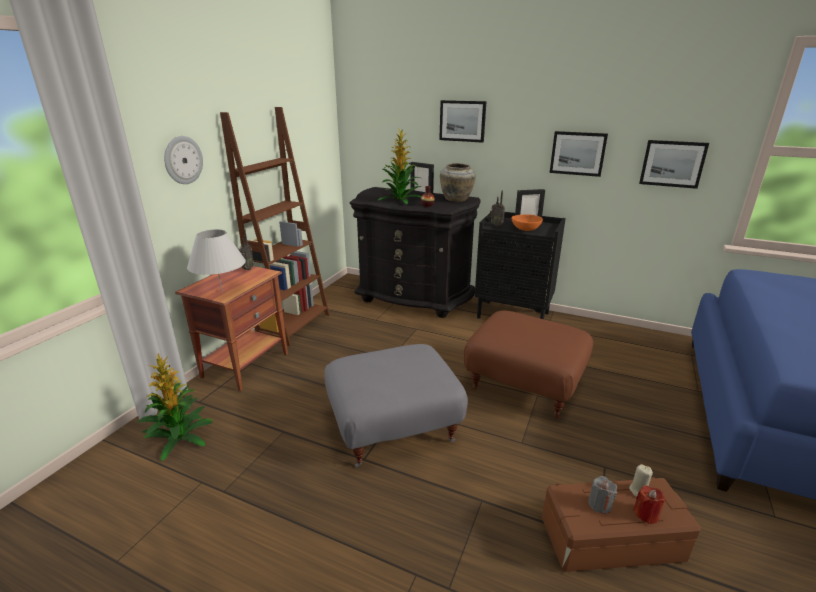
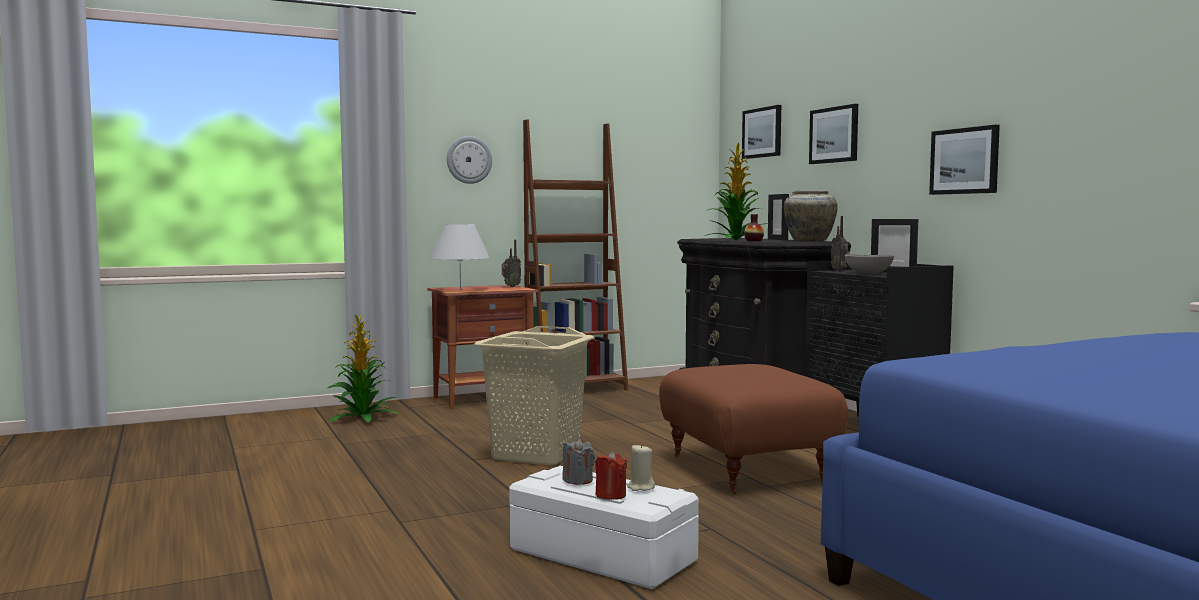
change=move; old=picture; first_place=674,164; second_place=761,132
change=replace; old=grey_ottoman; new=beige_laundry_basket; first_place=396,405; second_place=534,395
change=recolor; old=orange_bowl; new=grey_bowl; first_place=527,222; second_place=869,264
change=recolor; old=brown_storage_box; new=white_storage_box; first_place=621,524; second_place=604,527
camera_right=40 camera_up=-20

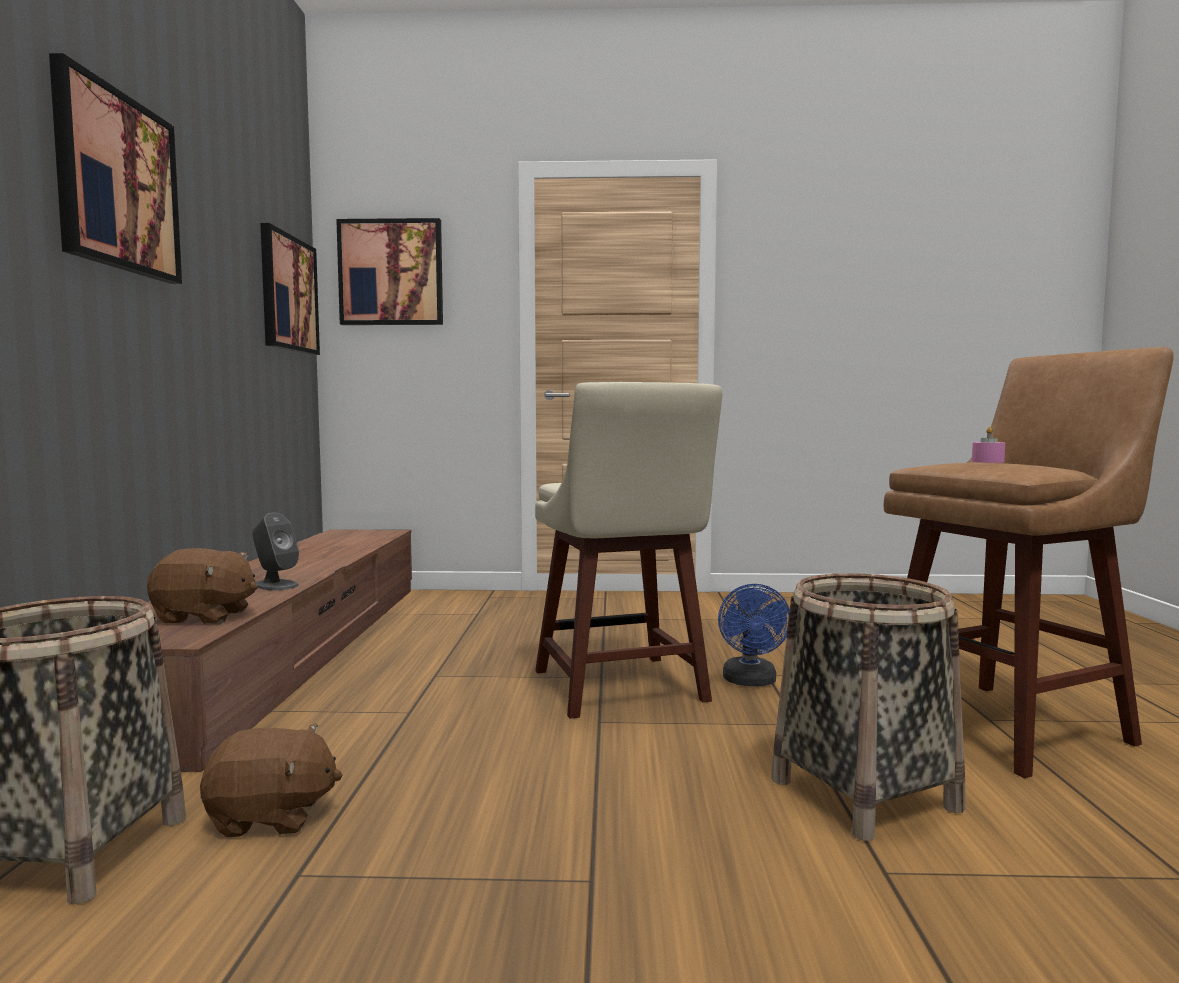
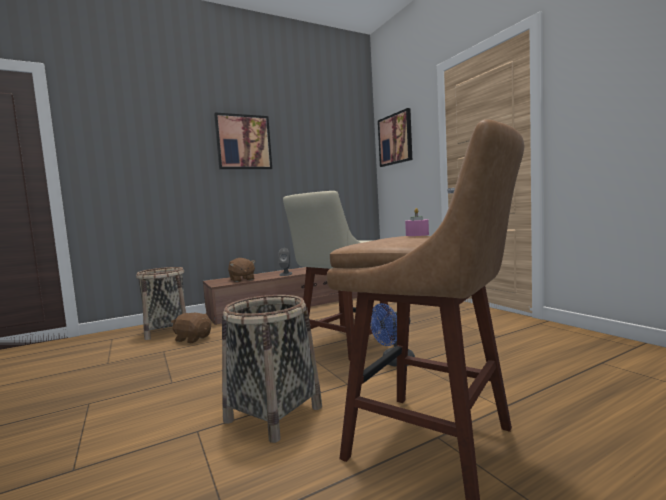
change=delete; old=picture; first_place=290,289
change=rotate; old=brown_plush_toy; first_place=271,780; second_place=191,328; degrees=150
camera_right=60 camera_up=0

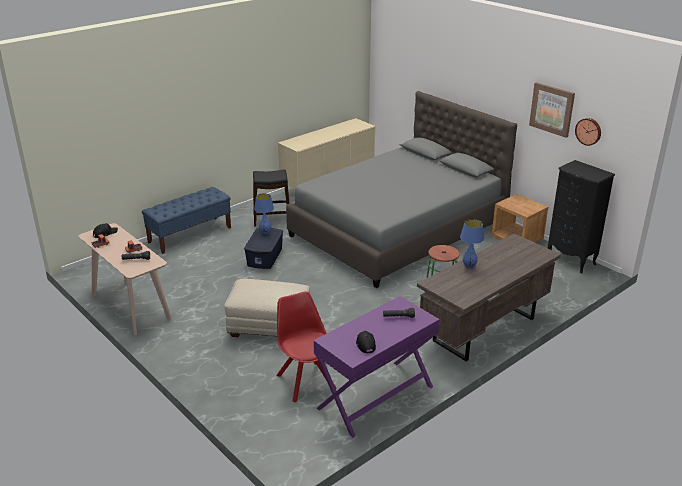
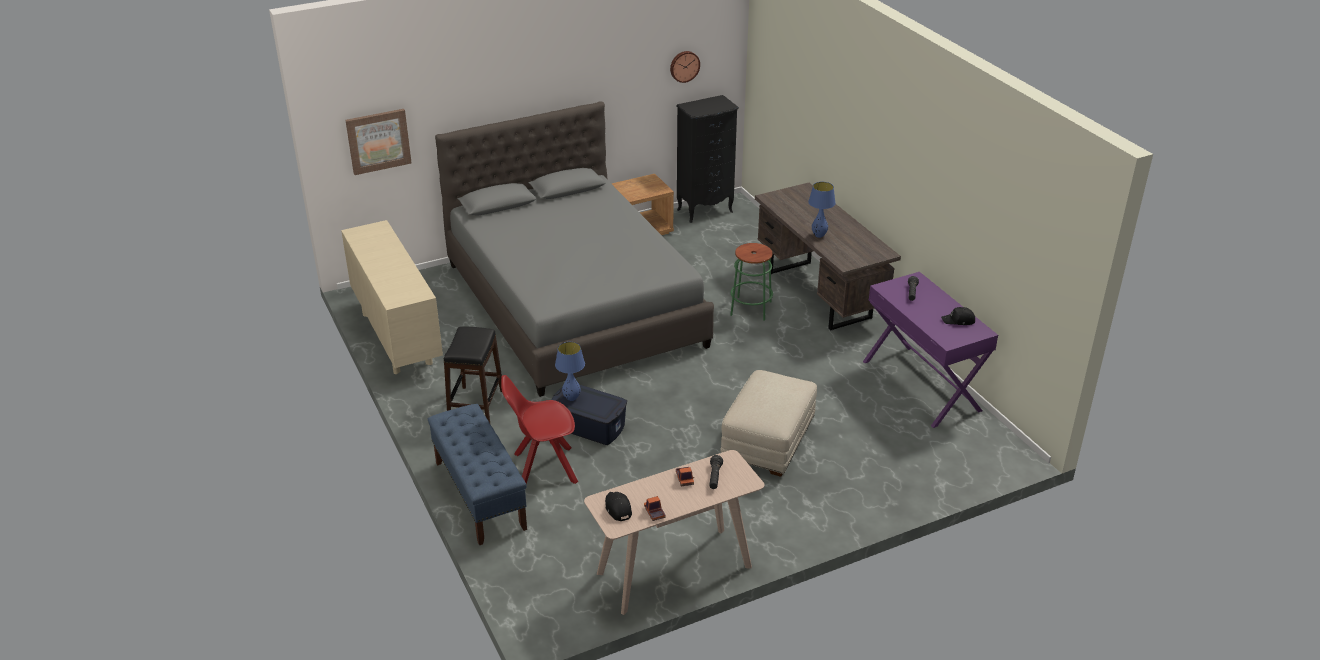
change=move; old=red_chair; first_place=306,347; second_place=539,429
change=move; old=picture; first_place=552,110; second_place=378,142
camera_right=-75 camera_up=5

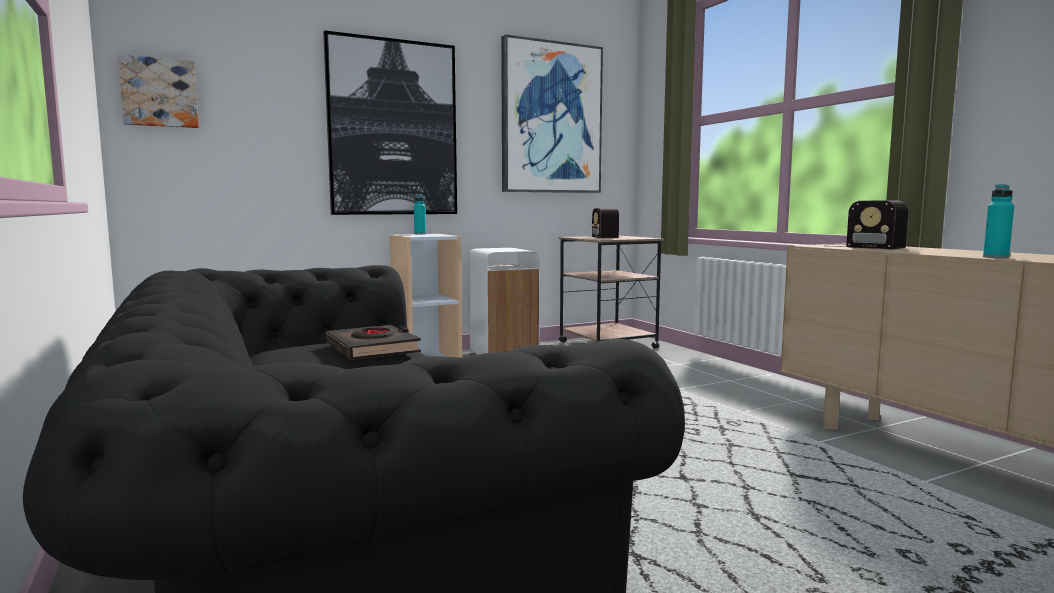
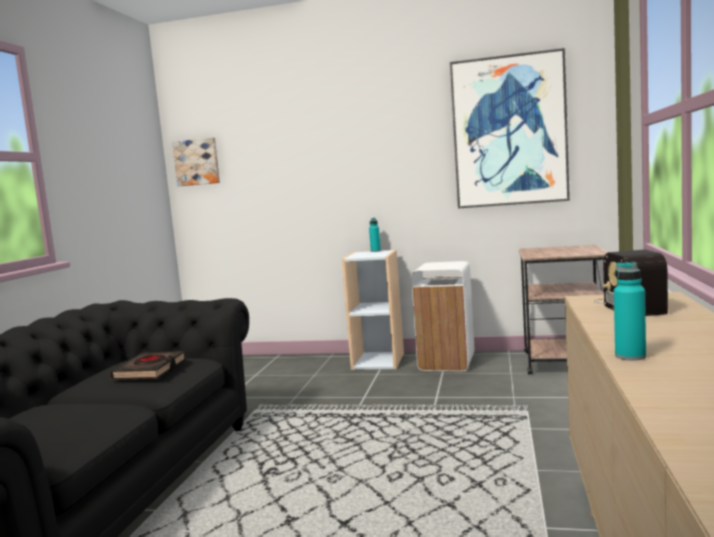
change=delete; old=picture; first_place=390,122
change=delete; old=radio; first_place=605,223
camera_right=40 camera_up=0

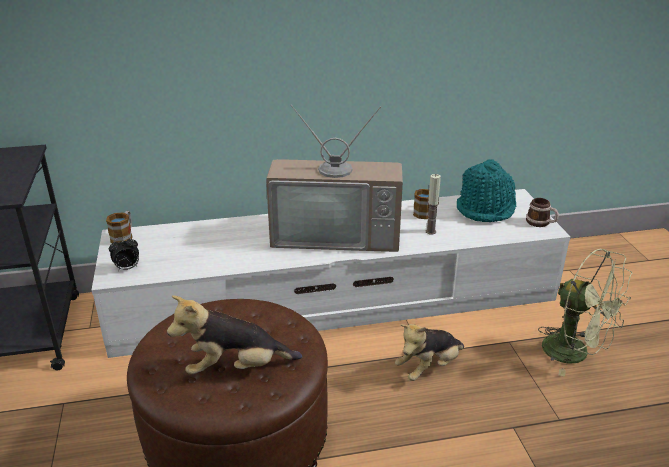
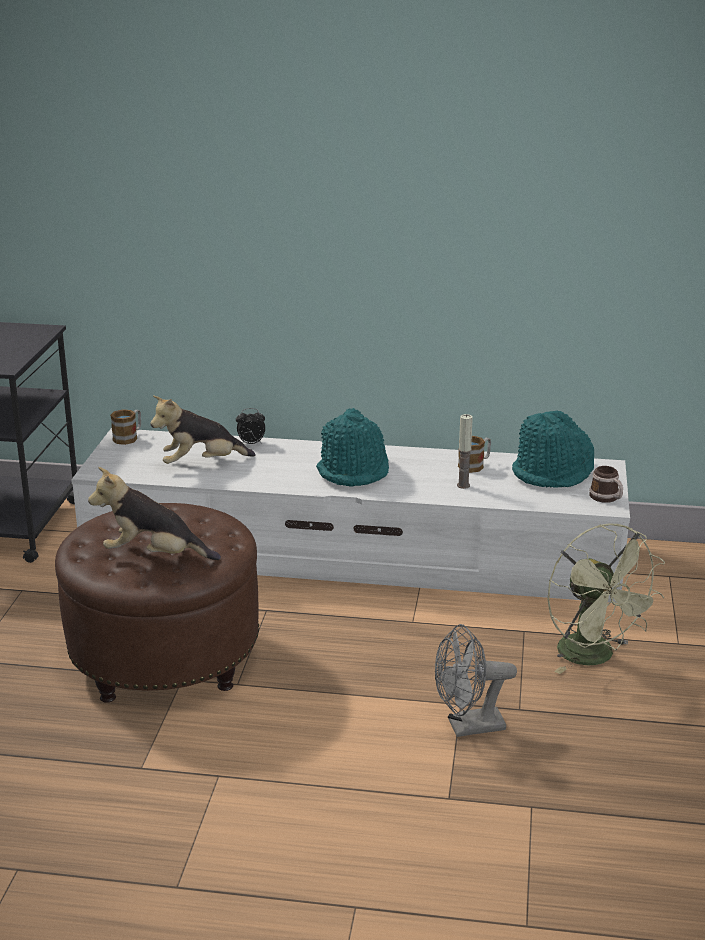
change=insert; new=grey_fan; second_place=476,680
change=move; old=alarm_clock; first_place=124,253; second_place=250,426
change=move; old=plush_toy; first_place=429,352; second_place=202,430
change=replace; old=television; new=turquoise_hat; first_place=334,178; second_place=352,447
camera_right=20 camera_up=-5

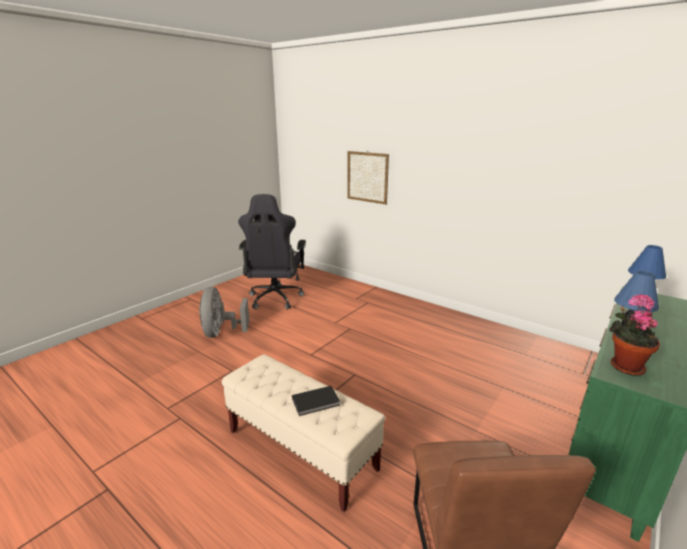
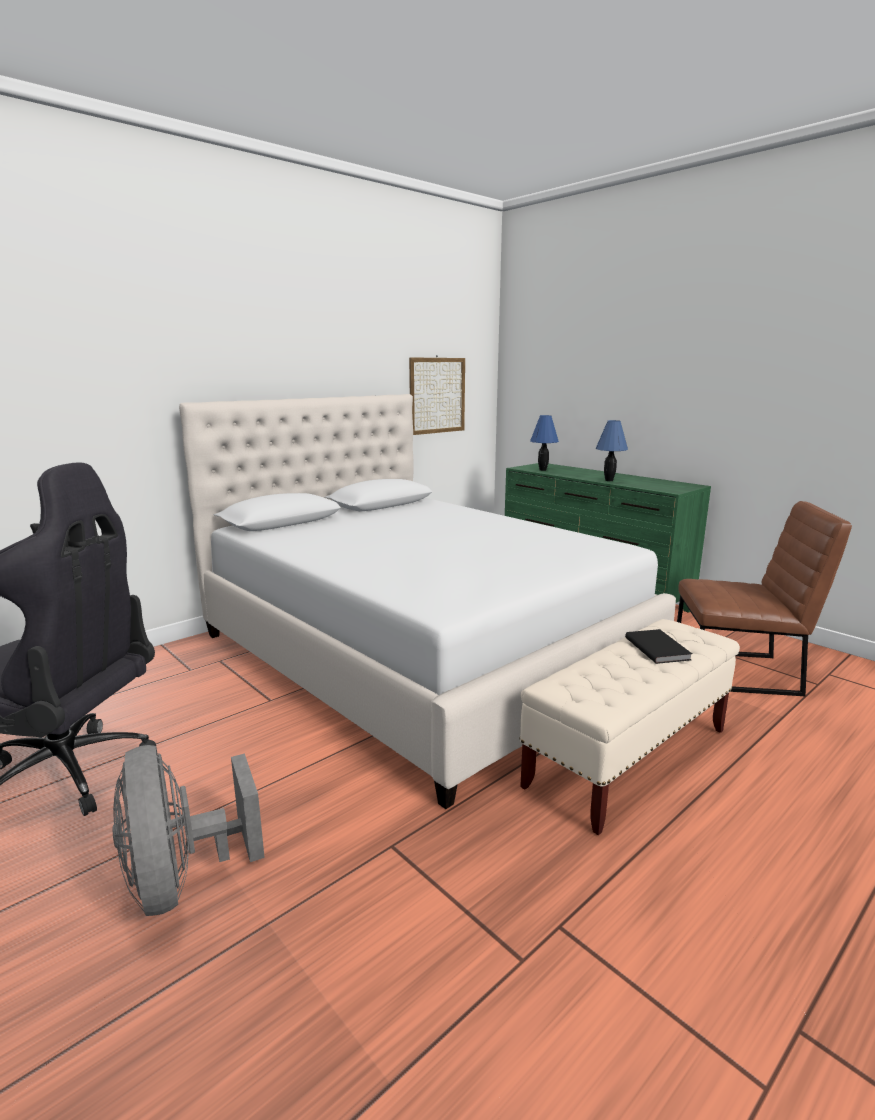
change=delete; old=potted_plant; first_place=634,334
change=insert; new=white_bed; second_place=427,601
change=move; old=picture; first_place=368,178; second_place=437,395
change=rotate; old=grey_fan; first_place=224,312; second_place=188,830; degrees=60
camera_right=-80 camera_up=-5

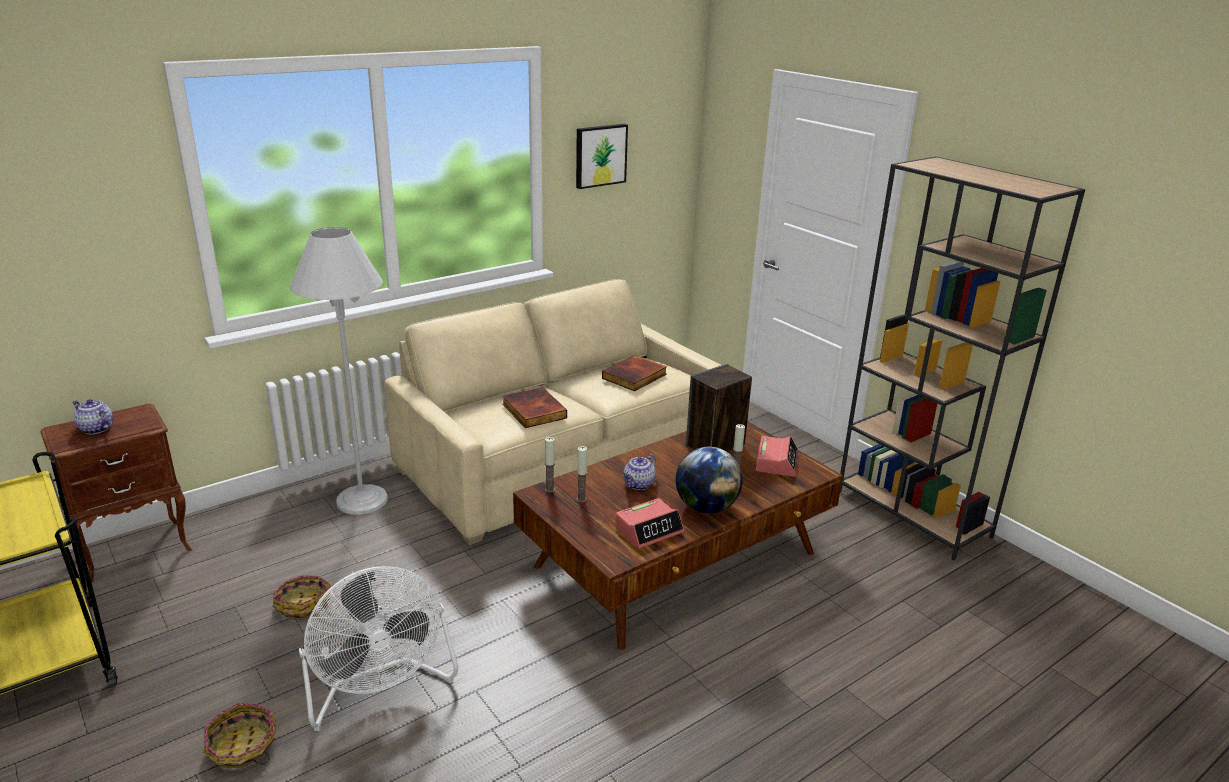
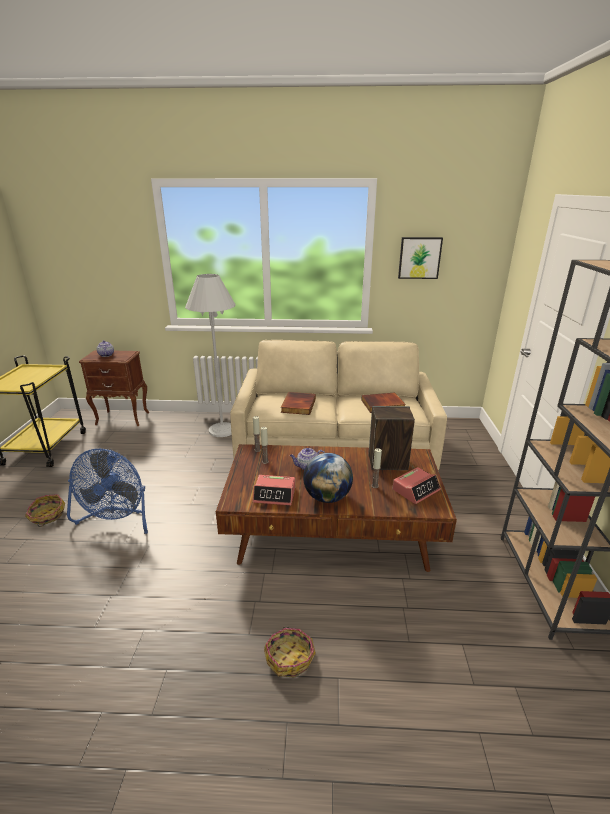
change=move; old=basket; first_place=302,597; second_place=290,651
change=recolor; old=white_fan; new=blue_fan; first_place=378,648; second_place=107,491
camera_right=40 camera_up=0

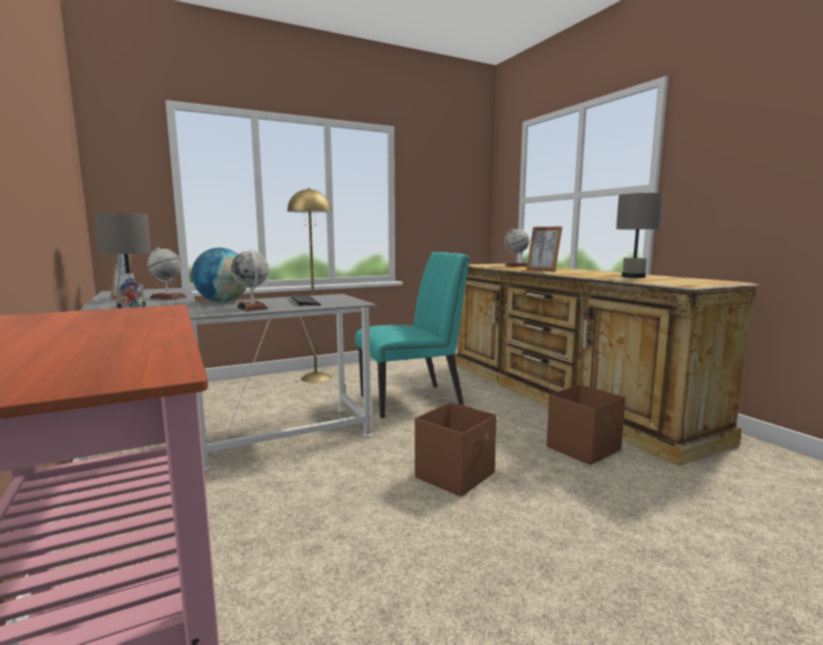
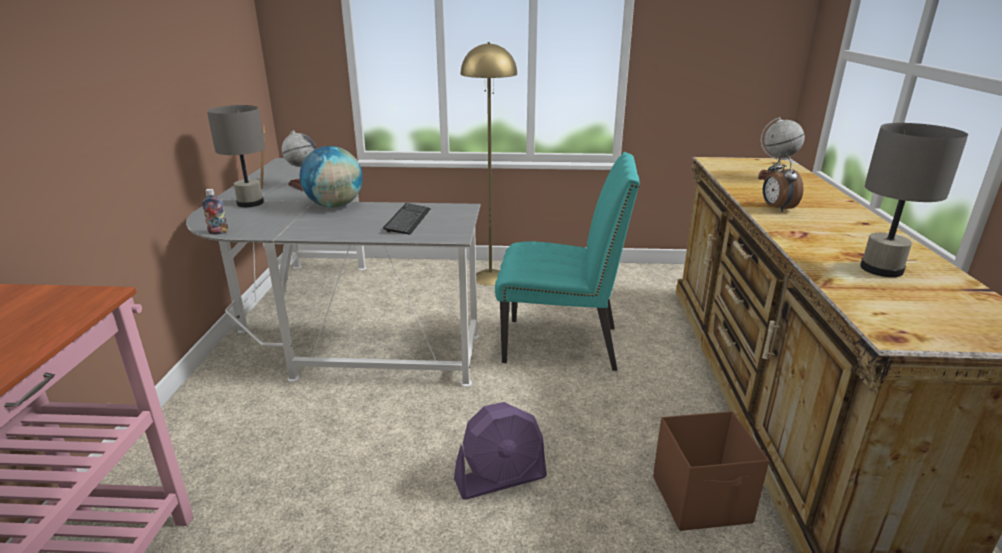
change=delete; old=globe; first_place=250,280
change=replace; old=brown_storage_box; new=purple_fan; first_place=456,449; second_place=500,451
change=replace; old=picture_frame; new=alarm_clock; first_place=544,249; second_place=783,184
camera_right=30 camera_up=15

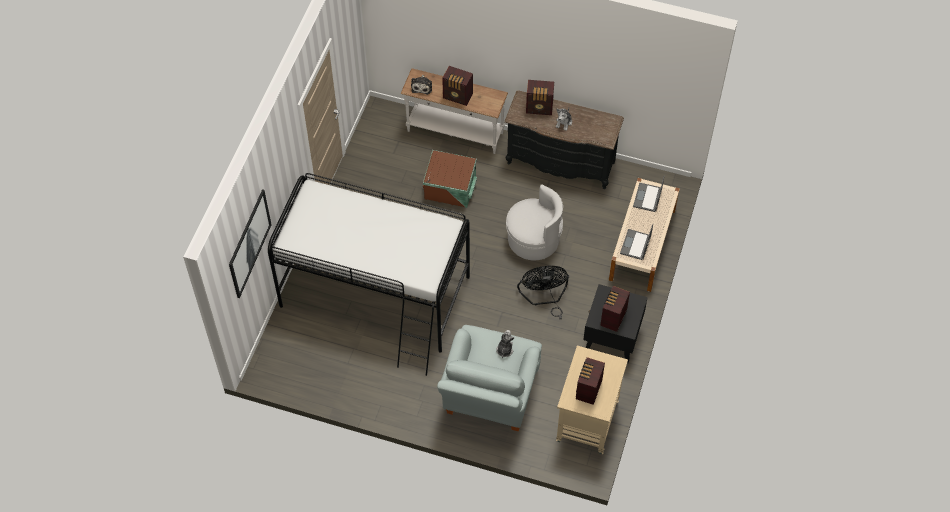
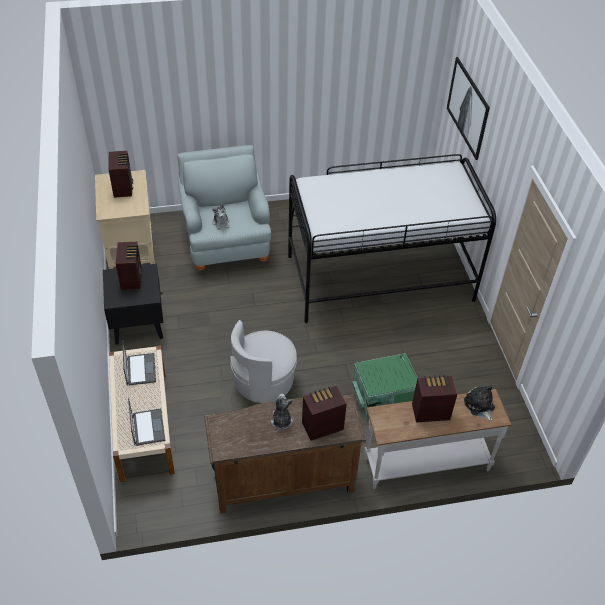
change=delete; old=black_fan; first_place=543,292
change=recolor; old=brown_storage_box; new=green_storage_box; first_place=450,179; second_place=385,386
camera_right=150 camera_up=-10

